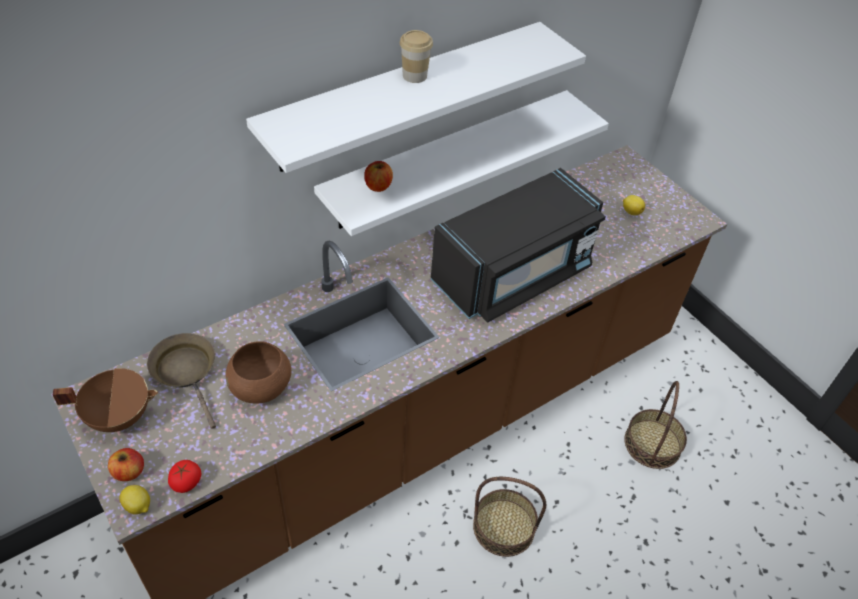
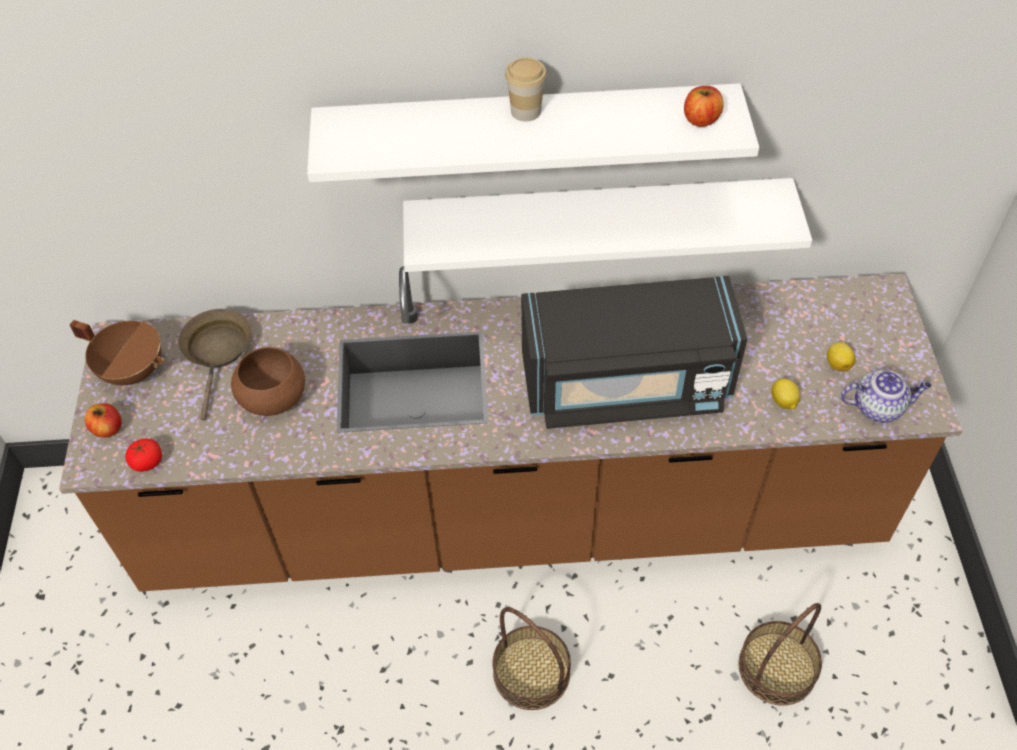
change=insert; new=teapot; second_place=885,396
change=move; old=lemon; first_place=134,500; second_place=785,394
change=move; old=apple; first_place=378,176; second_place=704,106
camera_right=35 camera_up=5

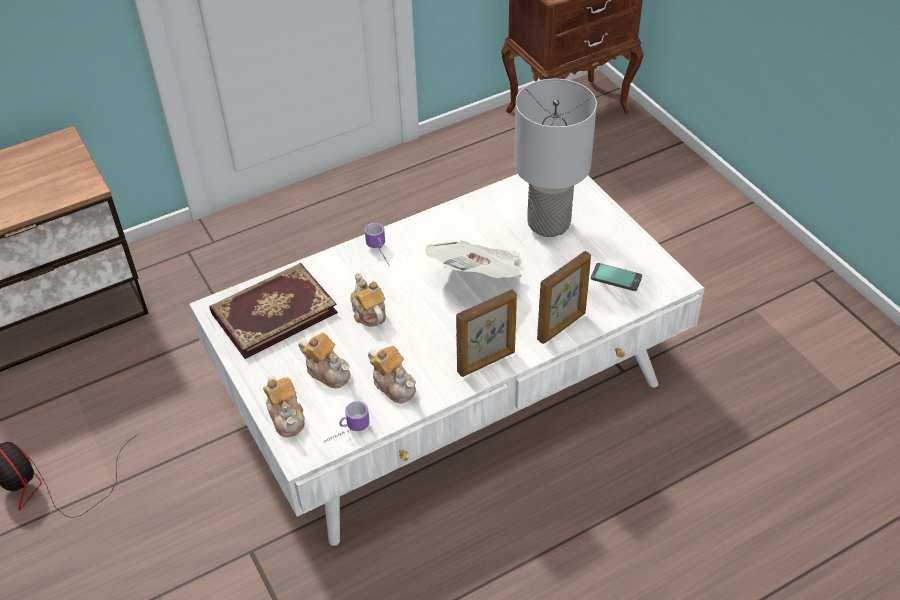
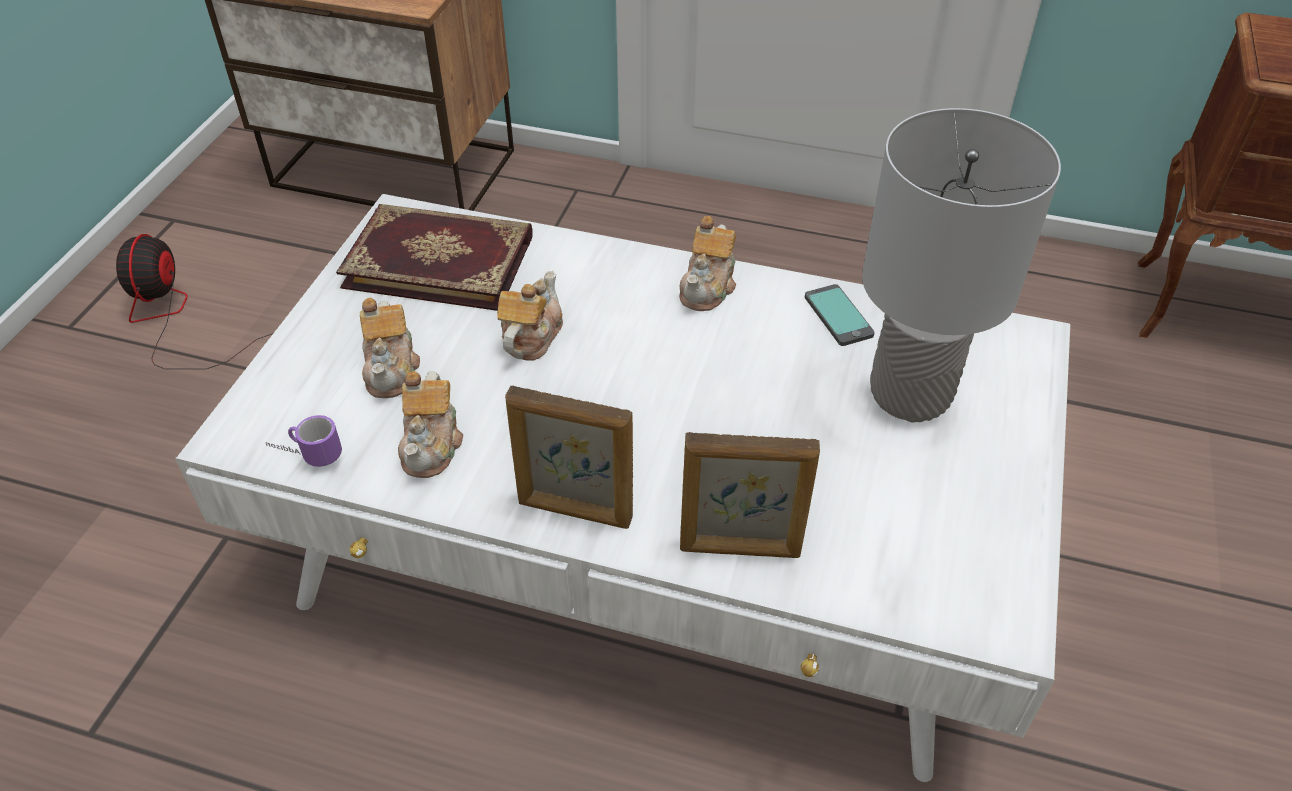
change=delete; old=mug; first_place=377,243
change=delete; old=newspaper; first_place=474,259
change=move; old=teapot; first_place=284,406; second_place=707,263
change=move; old=phone; first_place=616,277; second_place=840,315
camera_right=45 camera_up=0

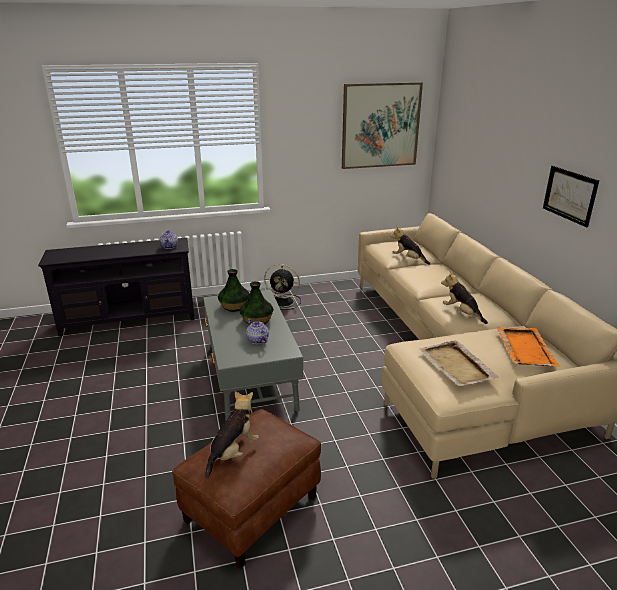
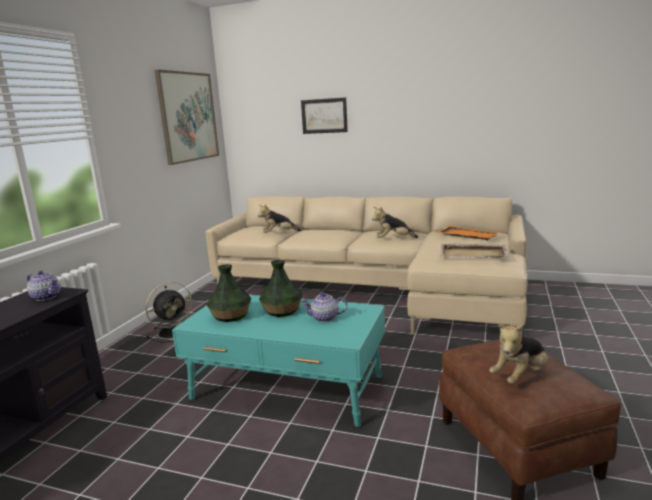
change=move; old=picture; first_place=571,196; second_place=324,115
change=recolor; old=grey_coffee_table; new=turquoise_coffee_table; first_place=253,355; second_place=278,361
change=rotate; old=plush_toy; first_place=232,435; second_place=518,354; degrees=-105
camera_right=-55 camera_up=-10

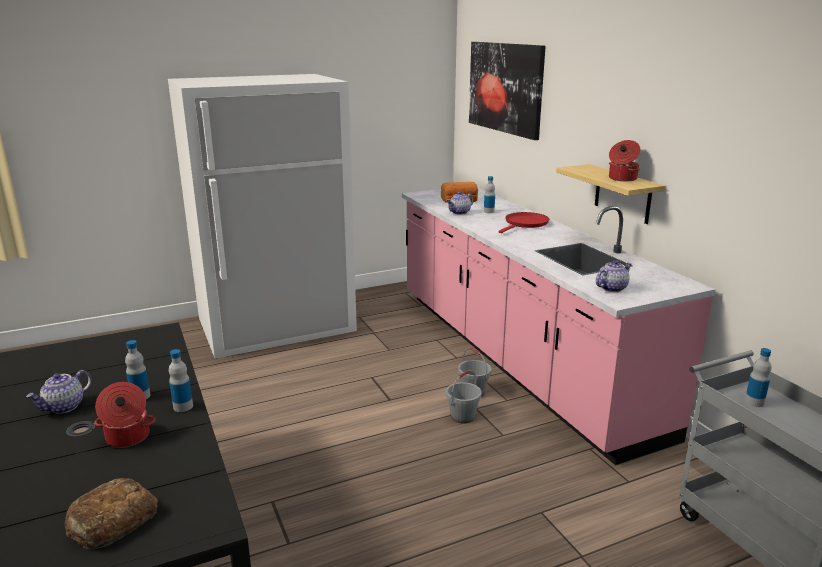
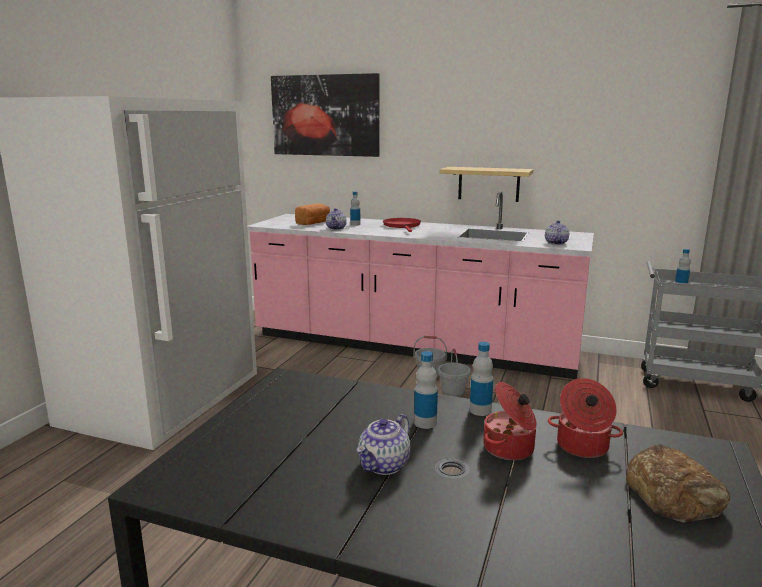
change=move; old=cooking_pot; first_place=624,160; second_place=585,418
change=rotate; old=teapot; first_place=59,392; second_place=384,444; degrees=45
camera_right=-45 camera_up=-5

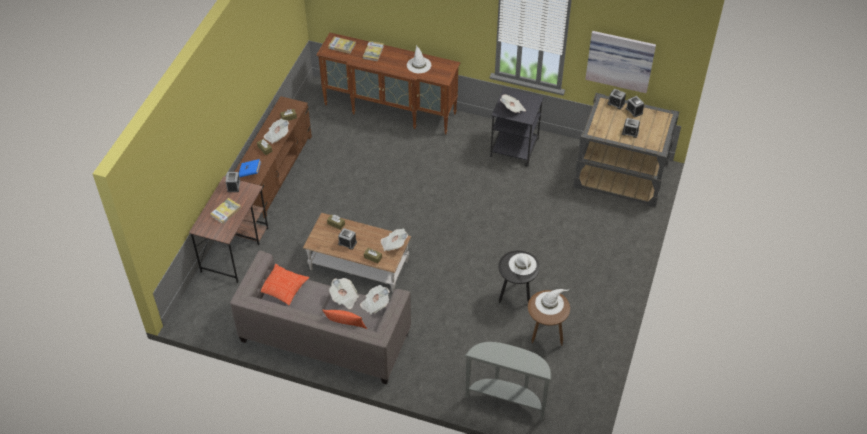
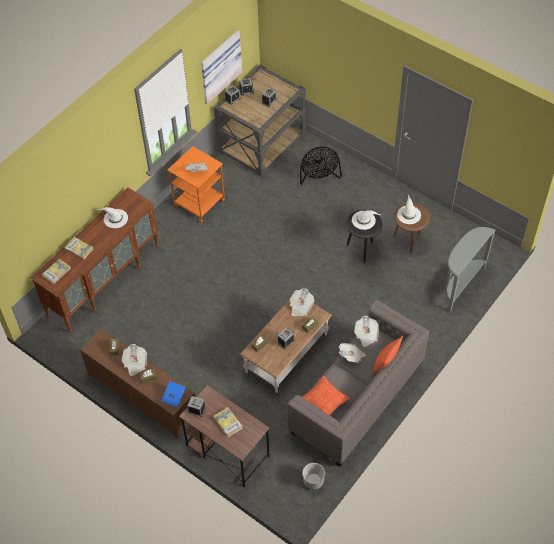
change=insert; new=black_fan; second_place=321,166
change=insert; new=planter; second_place=313,476
change=recolor; old=black_cart; new=orange_cart; first_place=517,127; second_place=196,184
camera_right=-70 camera_up=5

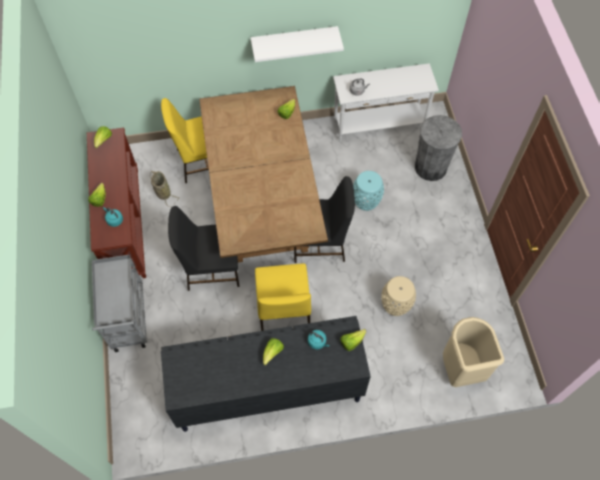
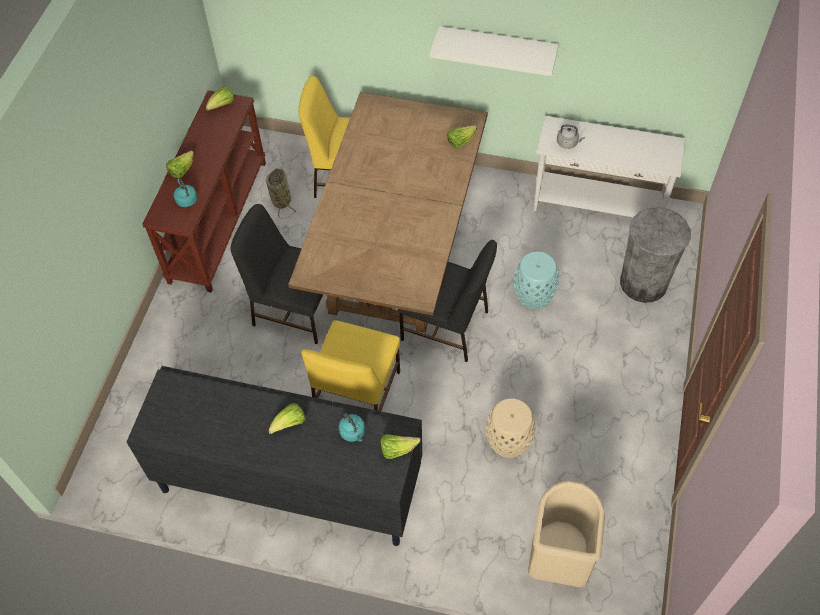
change=delete; old=grey_cart; first_place=119,303
camera_right=25 camera_up=-5

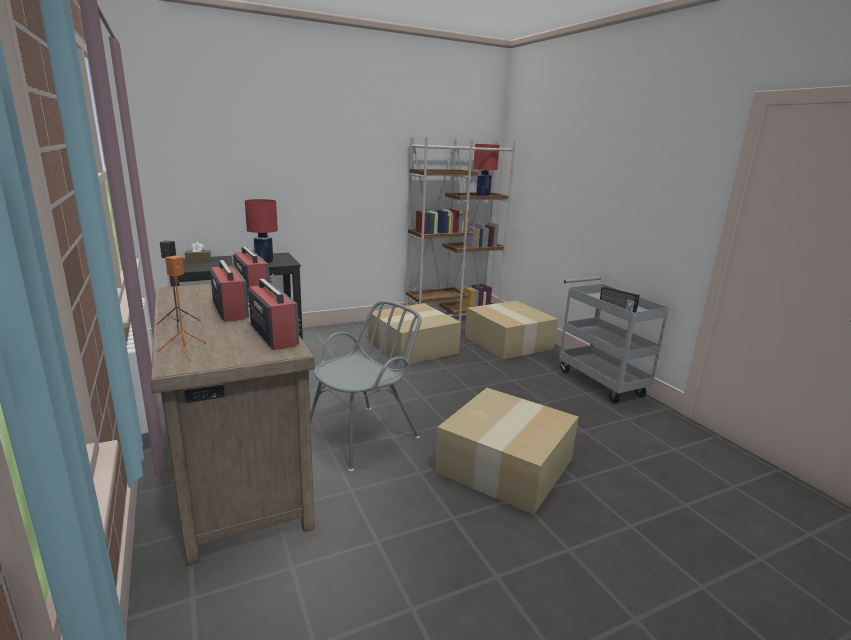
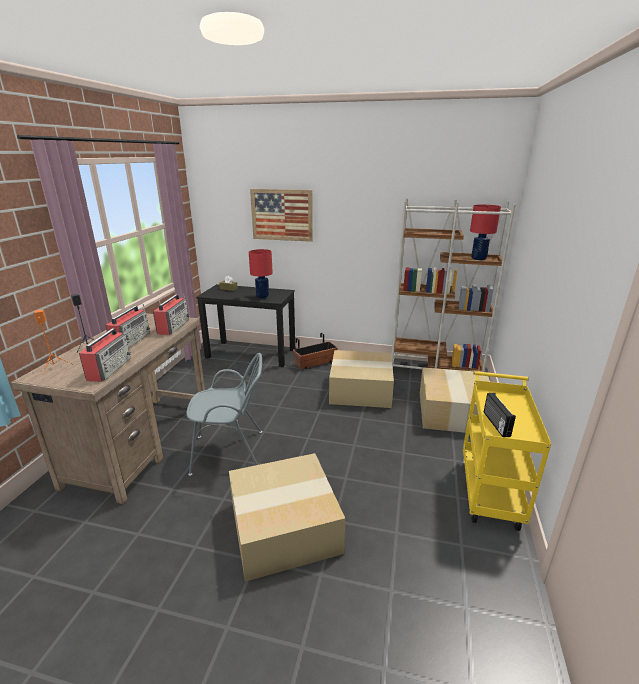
change=insert; new=picture; second_place=281,215
change=insert; new=planter; second_place=315,351
change=recolor; old=grey_cart; new=yellow_cart; first_place=614,340; second_place=507,451
camera_right=40 camera_up=5

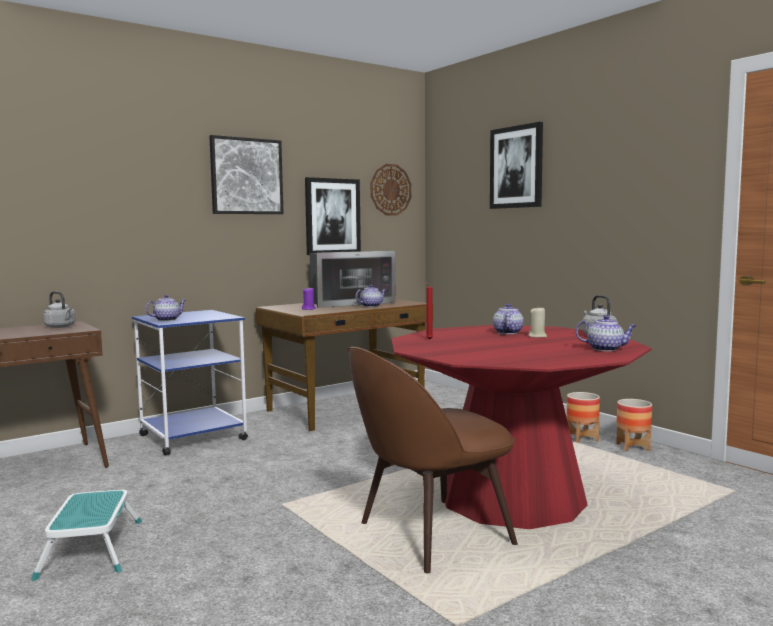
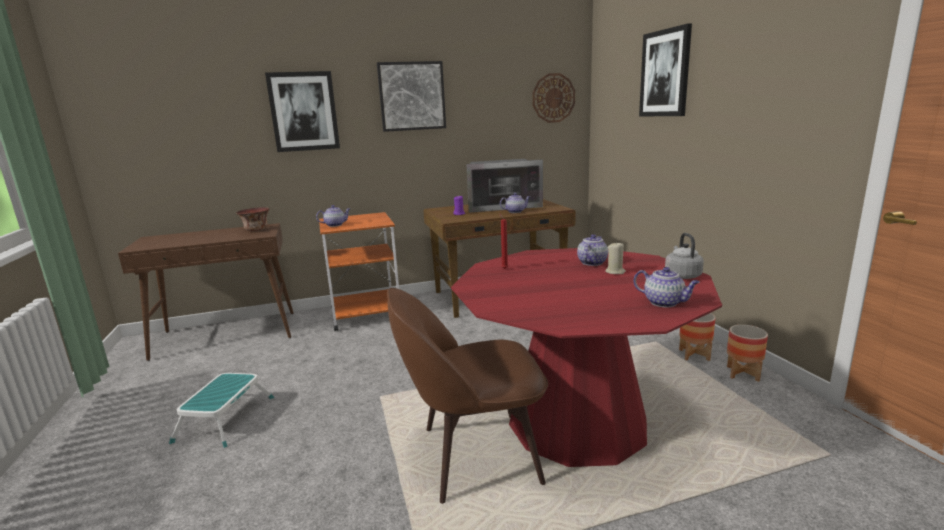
change=move; old=picture; first_place=333,216; second_place=302,111
change=replace; old=grey_kettle; new=bowl; first_place=59,309; second_place=252,219
change=recolor; old=blue_cart; new=orange_cart; first_place=190,383; second_place=359,271
camera_right=20 camera_up=10

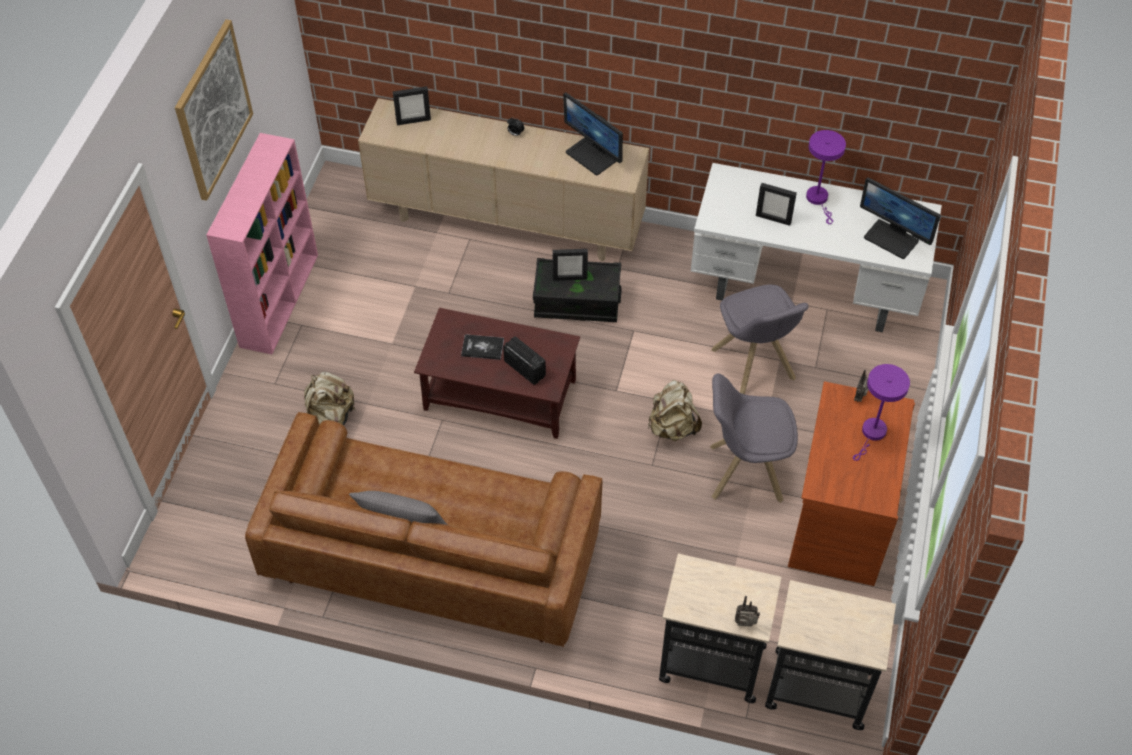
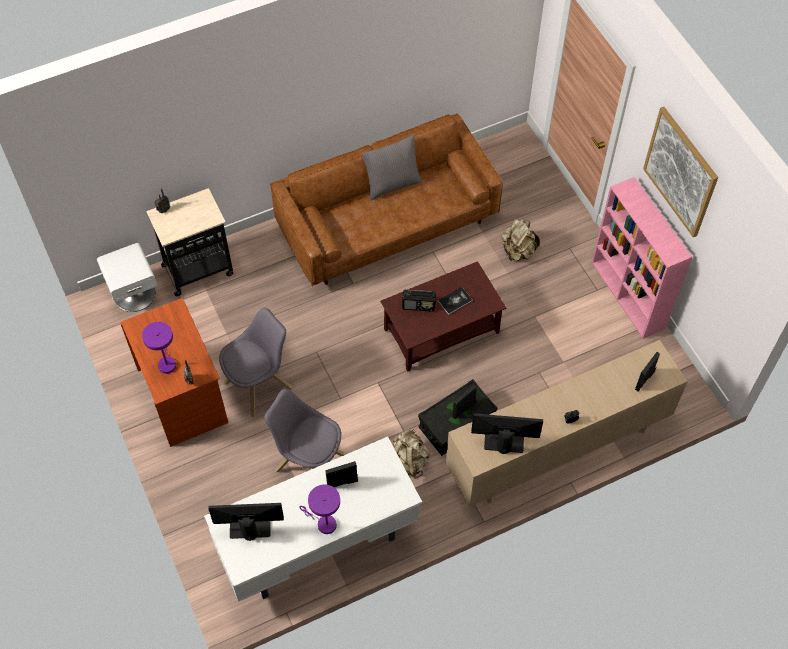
change=move; old=beige_backpack; first_place=675,410; second_place=411,454
change=replace; old=cart; new=white_nightstand; first_place=830,655; second_place=127,277
camera_right=140 camera_up=5

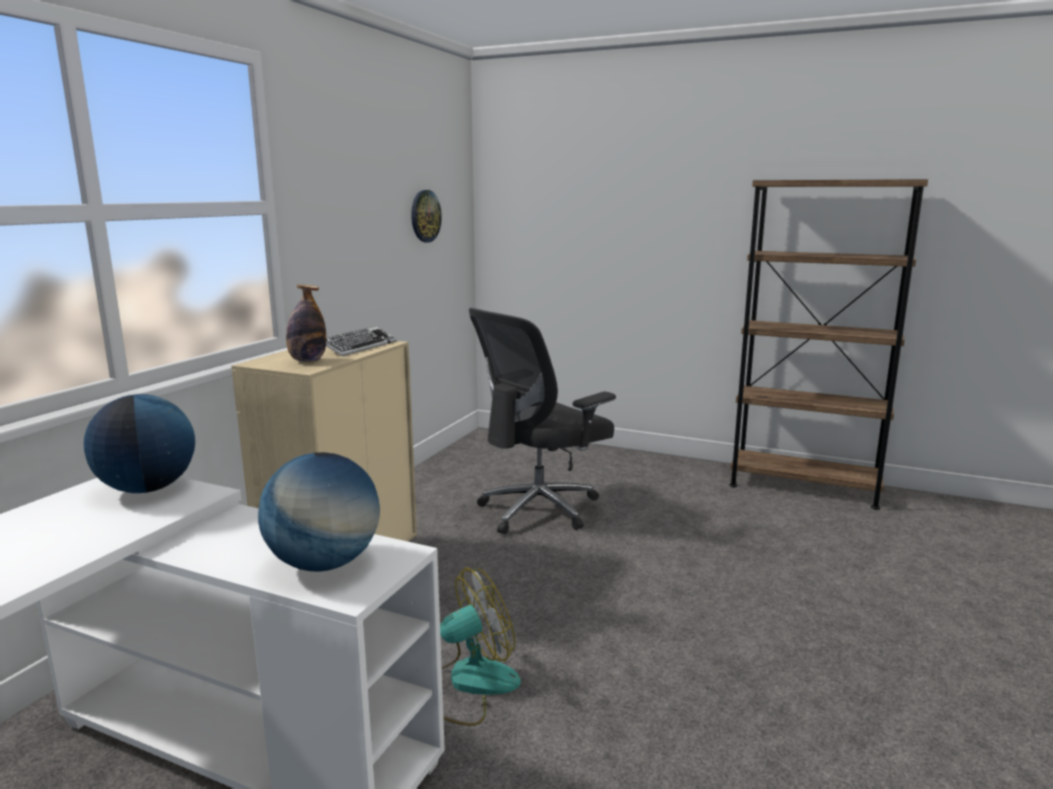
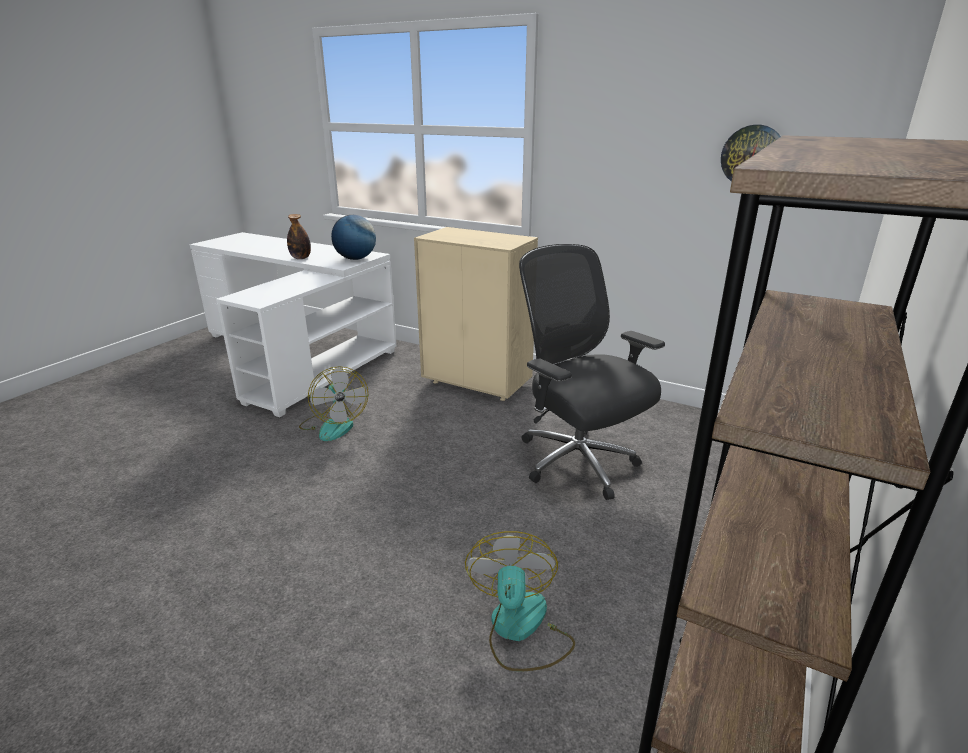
change=delete; old=globe; first_place=319,511
change=delete; old=keyboard; first_place=361,341
change=insert; new=fan; second_place=520,601
change=move; old=bottle; first_place=306,323; second_place=299,236
camera_right=95 camera_up=10

